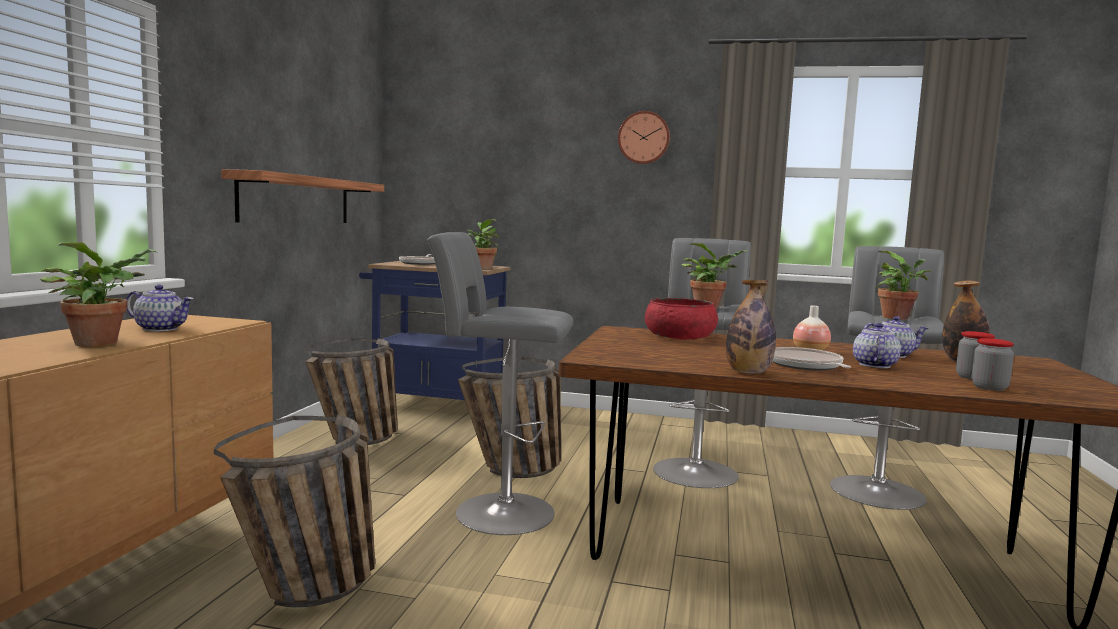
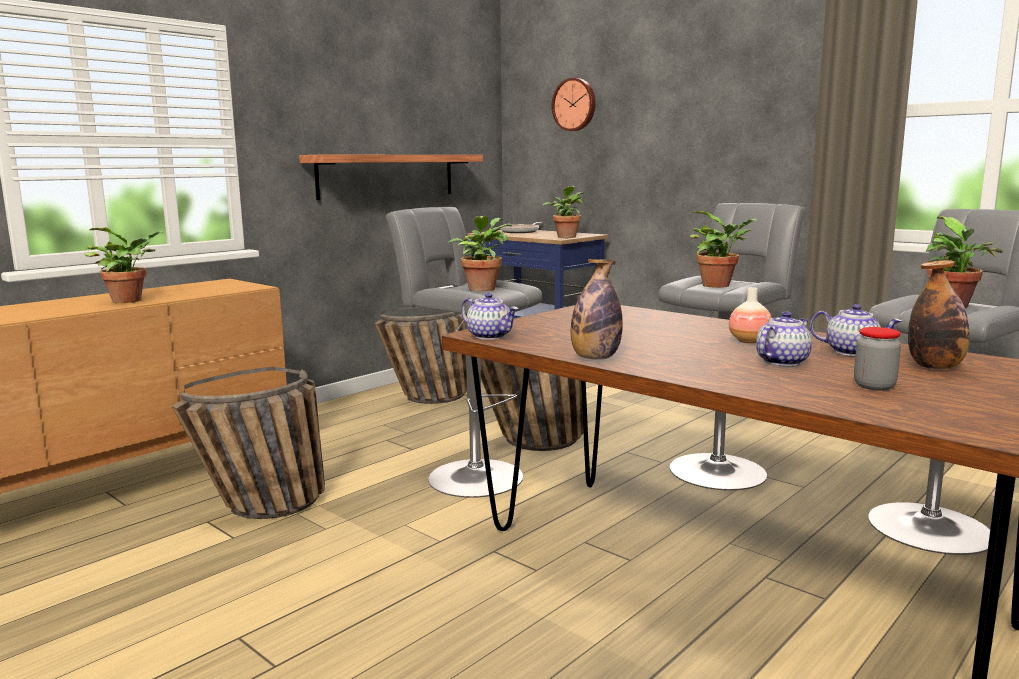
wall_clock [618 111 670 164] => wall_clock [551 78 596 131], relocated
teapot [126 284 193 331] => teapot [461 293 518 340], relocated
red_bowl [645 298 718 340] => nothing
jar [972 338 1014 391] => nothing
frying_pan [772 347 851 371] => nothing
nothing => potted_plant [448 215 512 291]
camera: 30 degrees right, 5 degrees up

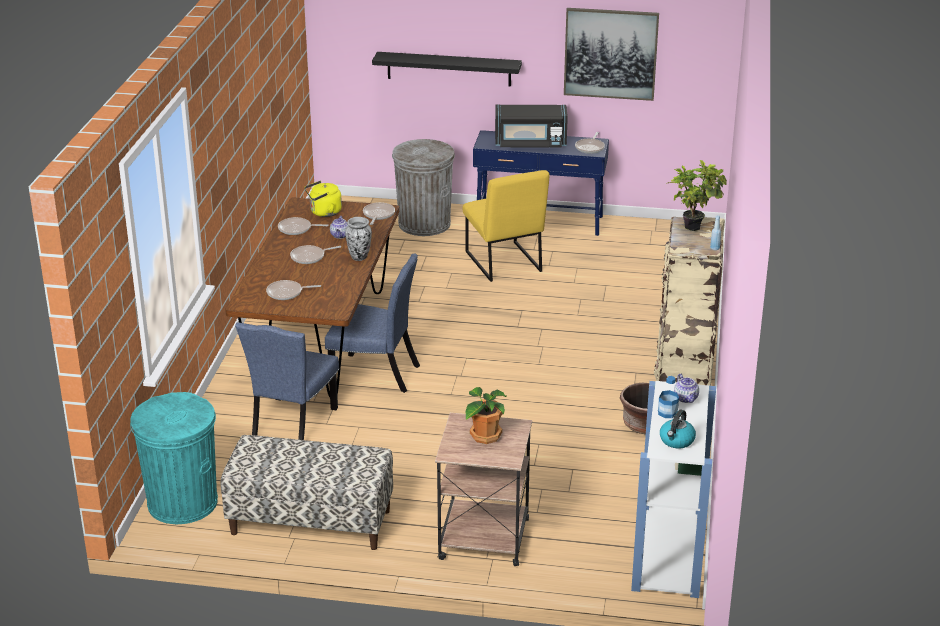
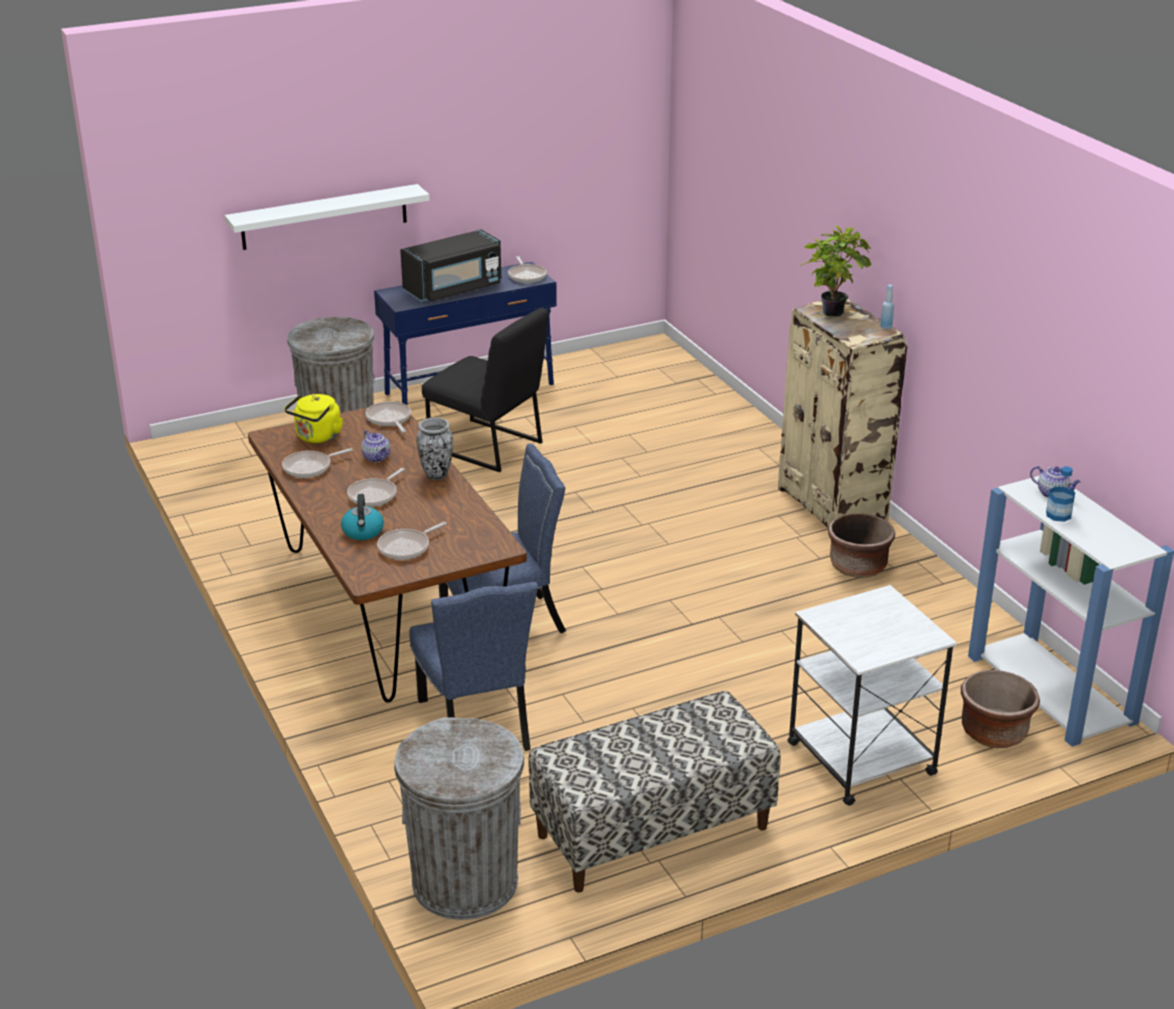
picture [564 8 659 101] => nothing
black_shelf [372 52 522 87] => white_shelf [225 184 430 250]
yellow_chair [463 170 550 282] => black_chair [422 308 548 472]
potted_plant [466 387 507 444] => nothing
turquoise_trash_can [130 392 218 524] => grey_trash_can [394 718 525 920]
kettle [660 409 696 449] => kettle [341 494 384 540], relocated
brown_cart [435 413 532 566] => white_cart [787 585 957 806]
nothing => brown_planter [961 670 1040 748]
camera: 35 degrees left, 0 degrees up

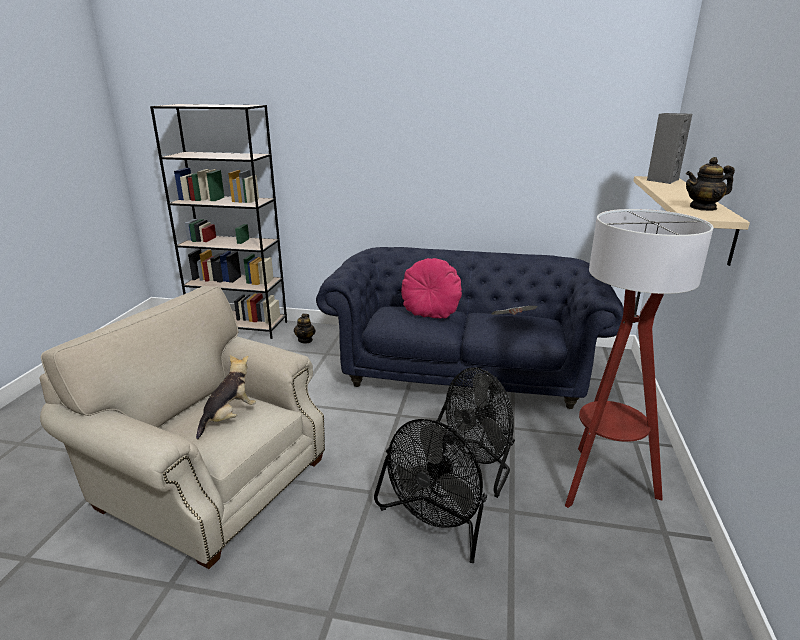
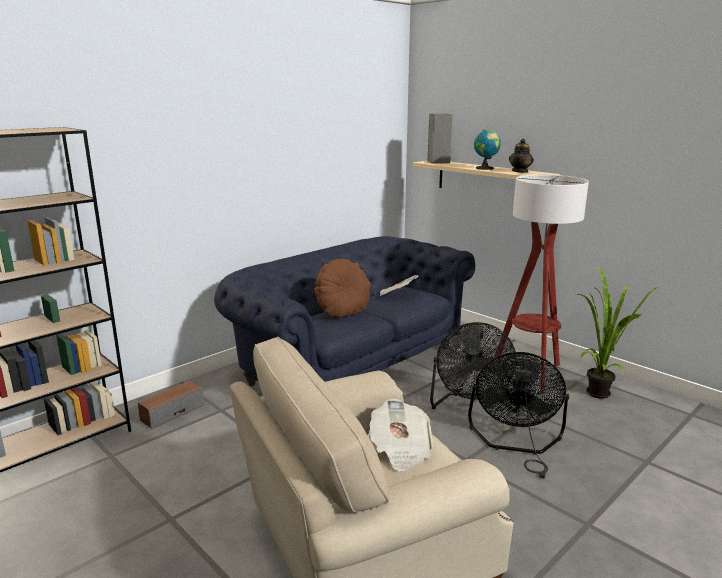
pink_pillow [401 258 462 319] => brown_pillow [315 259 371 318]
teapot [294 314 316 343] => speaker [138 381 204 429]
plush_toy [196 355 256 439] => newspaper [369 399 433 472]
black_fan [374 419 487 563] => black_fan [468 352 569 479], 150 degrees counterclockwise
nothing => globe [474 130 501 170]
nothing => potted_plant [578 264 658 399]
camera: 55 degrees left, 5 degrees down

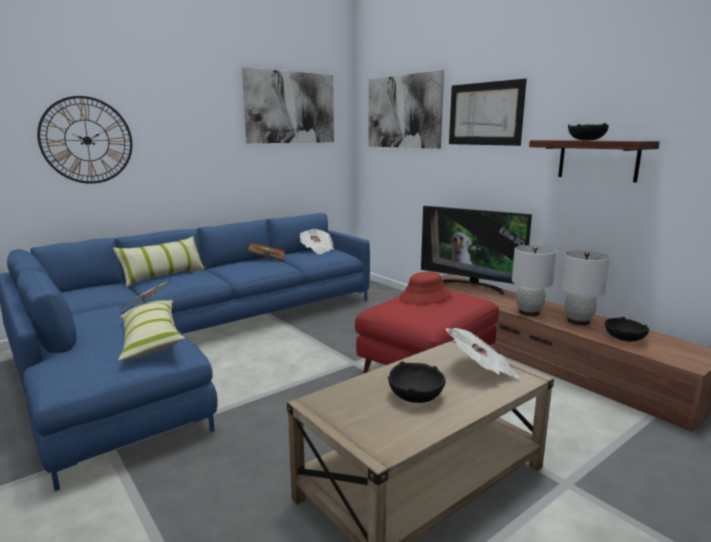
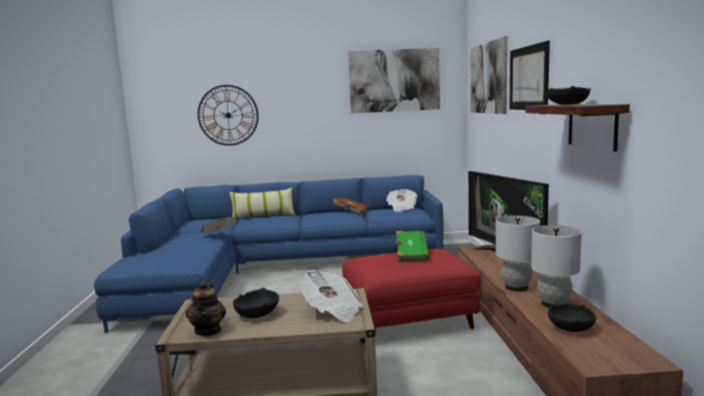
red_hat [400 272 451 304] => green_book [394 231 429 262]
pillow [118 300 185 361] => nothing
nothing => teapot [186 281 226 336]
camera: 35 degrees right, 5 degrees down

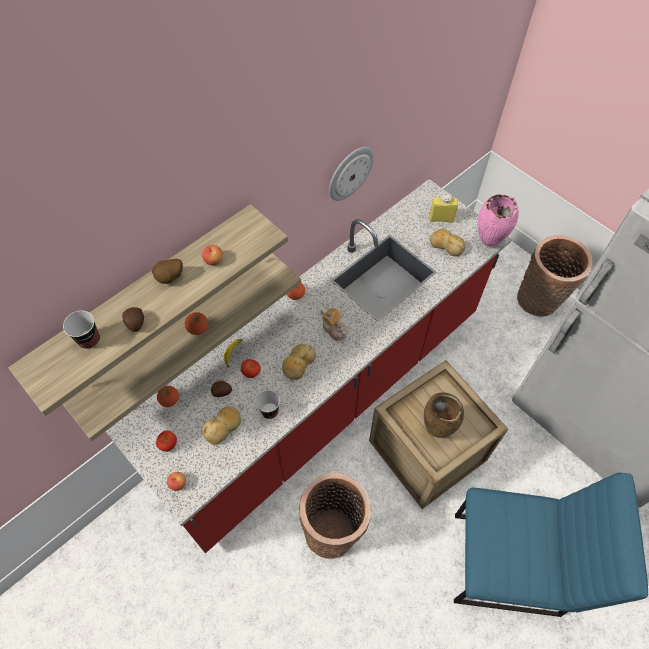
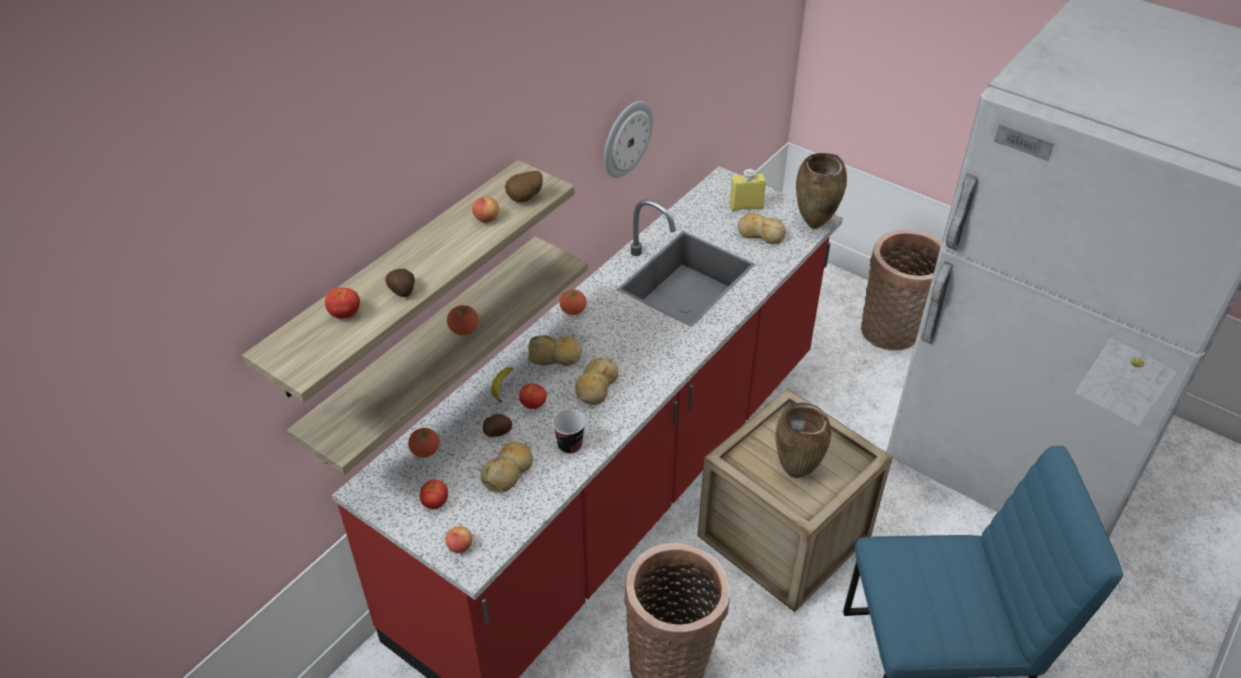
pink_vase [478 194 519 246] => brown_vase [796 153 847 229]
potato [152 259 183 284] => potato [505 171 543 202], relocated
teapot [321 308 348 341] => nothing
cup [63 311 100 349] => tomato [325 287 360 318]
nothing => bread [528 335 583 366]
camera: 10 degrees left, 15 degrees down

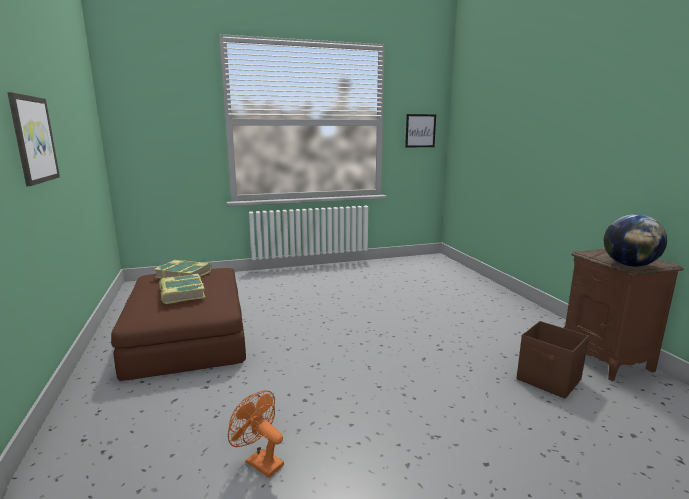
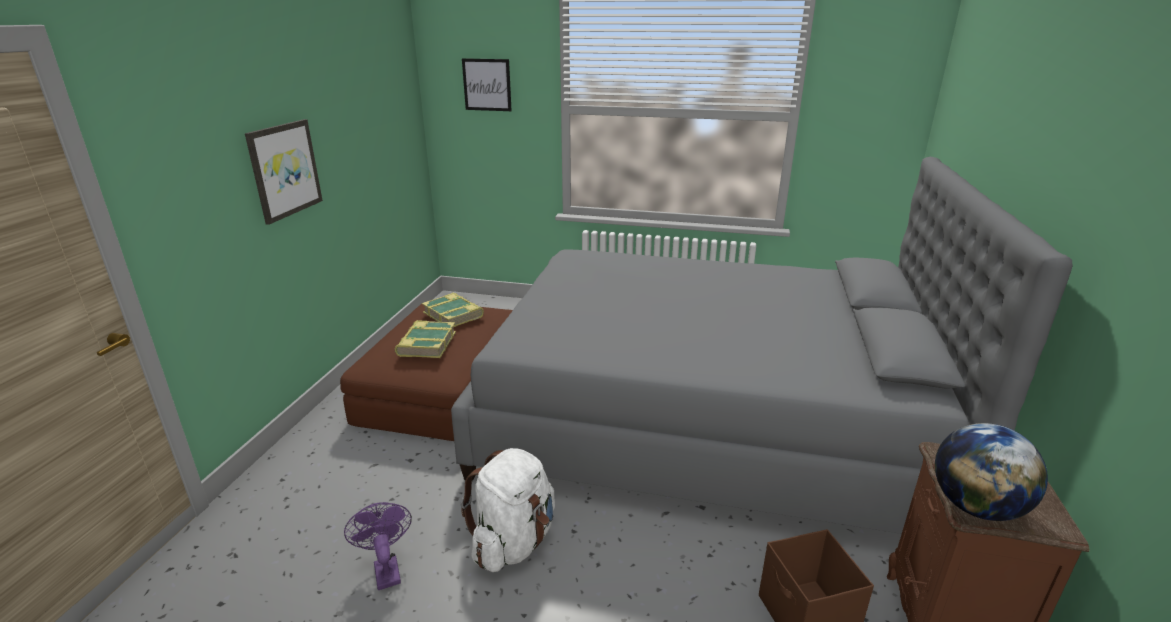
picture [405 114 436 147] => picture [462 58 512 111], relocated
orange_fan [228 390 284 478] => purple_fan [344 502 412 590]
nothing => grey_bed [451 157 1073 534]
nothing => white_backpack [461 448 555 572]
camera: 30 degrees right, 10 degrees up

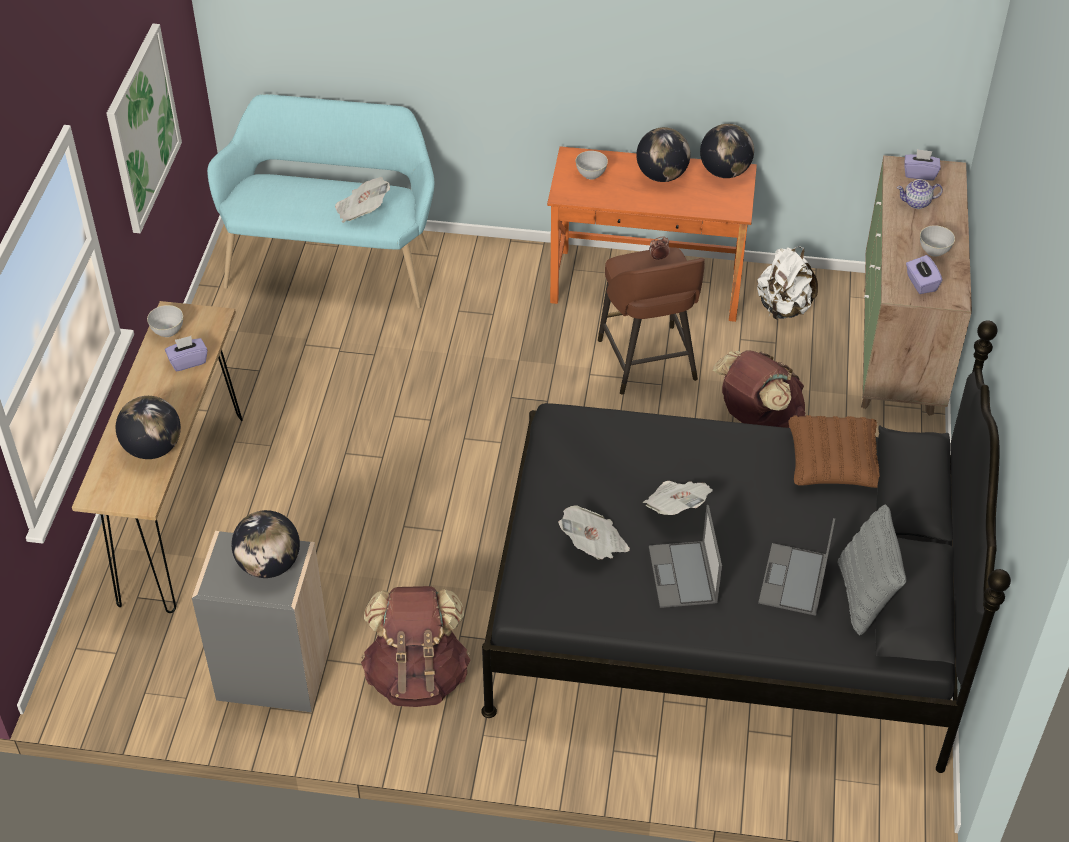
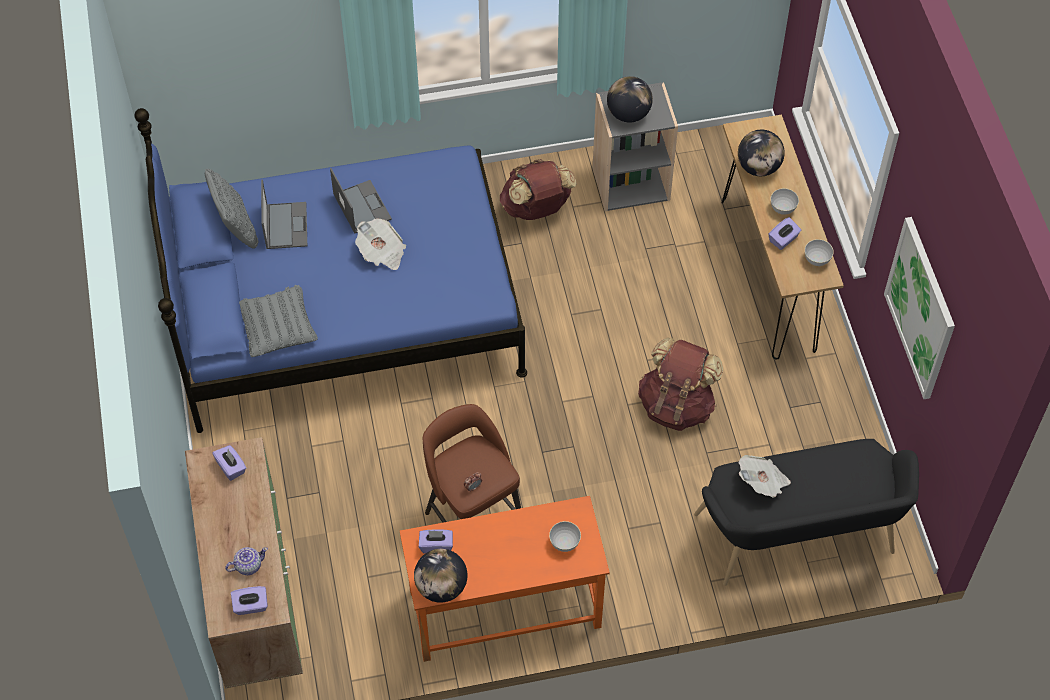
turquoise_bench [207 94 434 308] => black_bench [694 439 919 586]
globe [636 127 691 182] => nothing
grey_bowl [920 225 955 257] => grey_bowl [770 188 799 215], relocated
white_backpack [757 246 818 320] => nothing
black_bed [481 320 1011 773] => blue_bed [134 108 527 433]
brown_backpack [713 350 806 428] => brown_backpack [638 338 723 431], relocated
brown_pillow [788 415 880 488] => grey_pillow [239 285 318 357]
newspaper [558 505 630 560] => nothing
nothing => purple_tissue_box [419 529 453 553]
camera: 160 degrees right, 10 degrees up

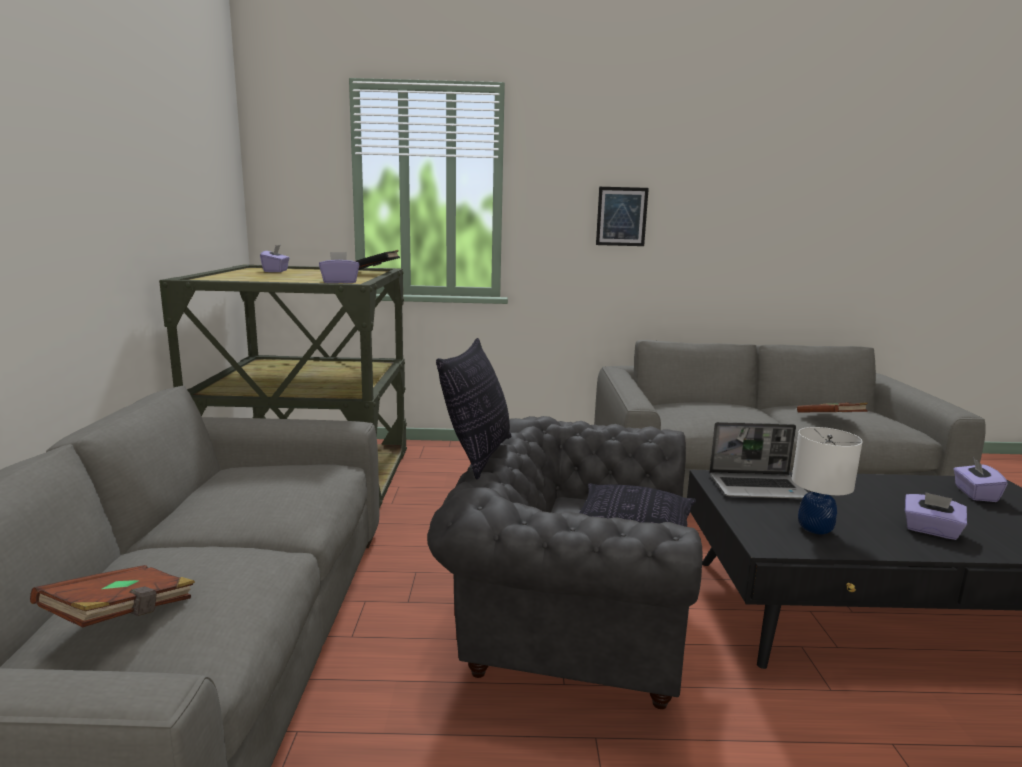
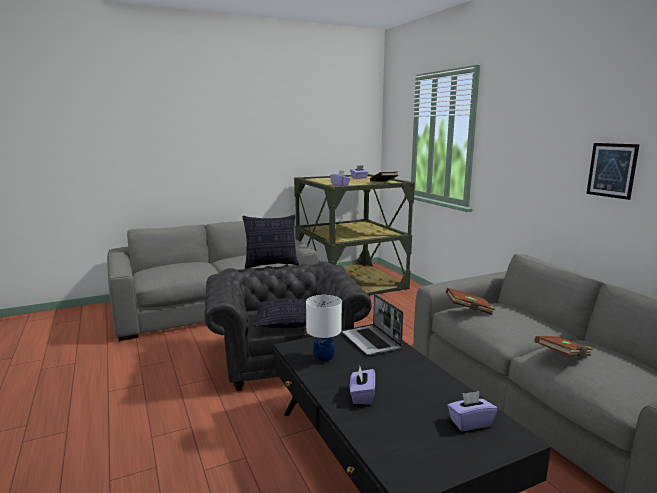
picture [596 187 649 246] => picture [587 143 640 200], relocated
brown_book [30 565 195 628] => brown_book [446 288 495 315], relocated
camera: 65 degrees right, 0 degrees up

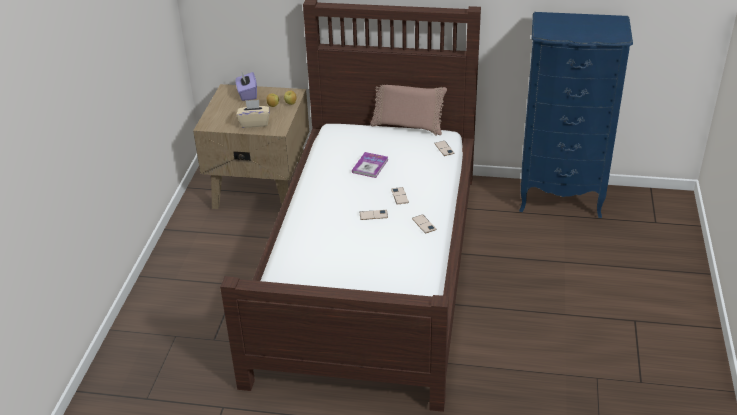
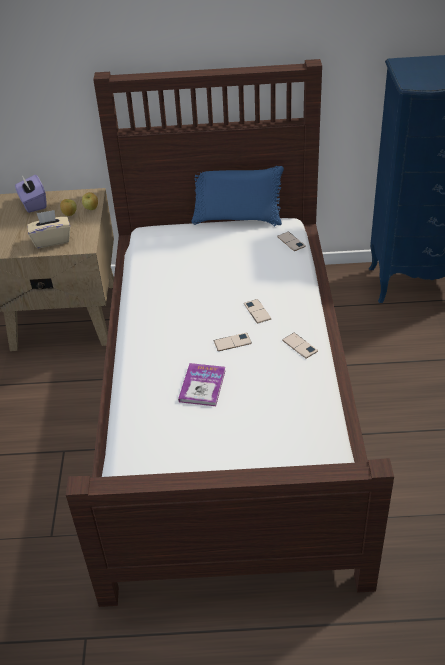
beige_pillow [370 85 447 135] => blue_pillow [191 166 284 226]
book [352 152 388 178] => book [178 363 226 406], relocated
camera: 10 degrees left, 5 degrees up

